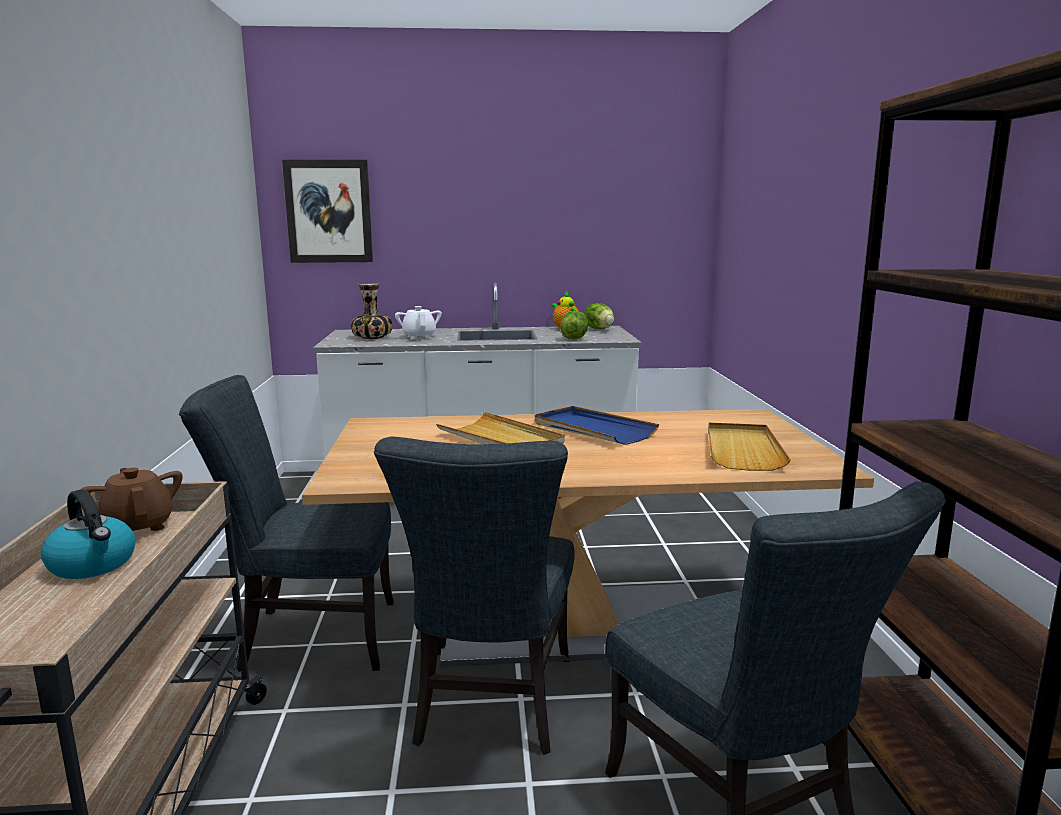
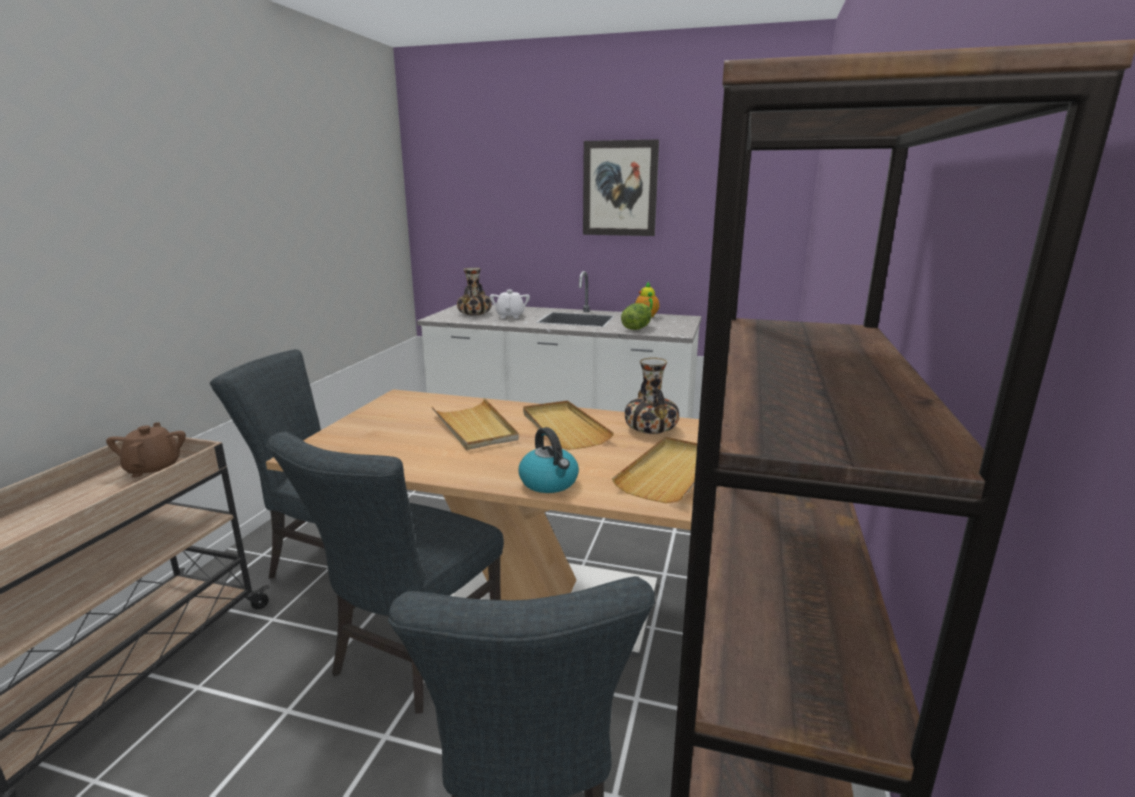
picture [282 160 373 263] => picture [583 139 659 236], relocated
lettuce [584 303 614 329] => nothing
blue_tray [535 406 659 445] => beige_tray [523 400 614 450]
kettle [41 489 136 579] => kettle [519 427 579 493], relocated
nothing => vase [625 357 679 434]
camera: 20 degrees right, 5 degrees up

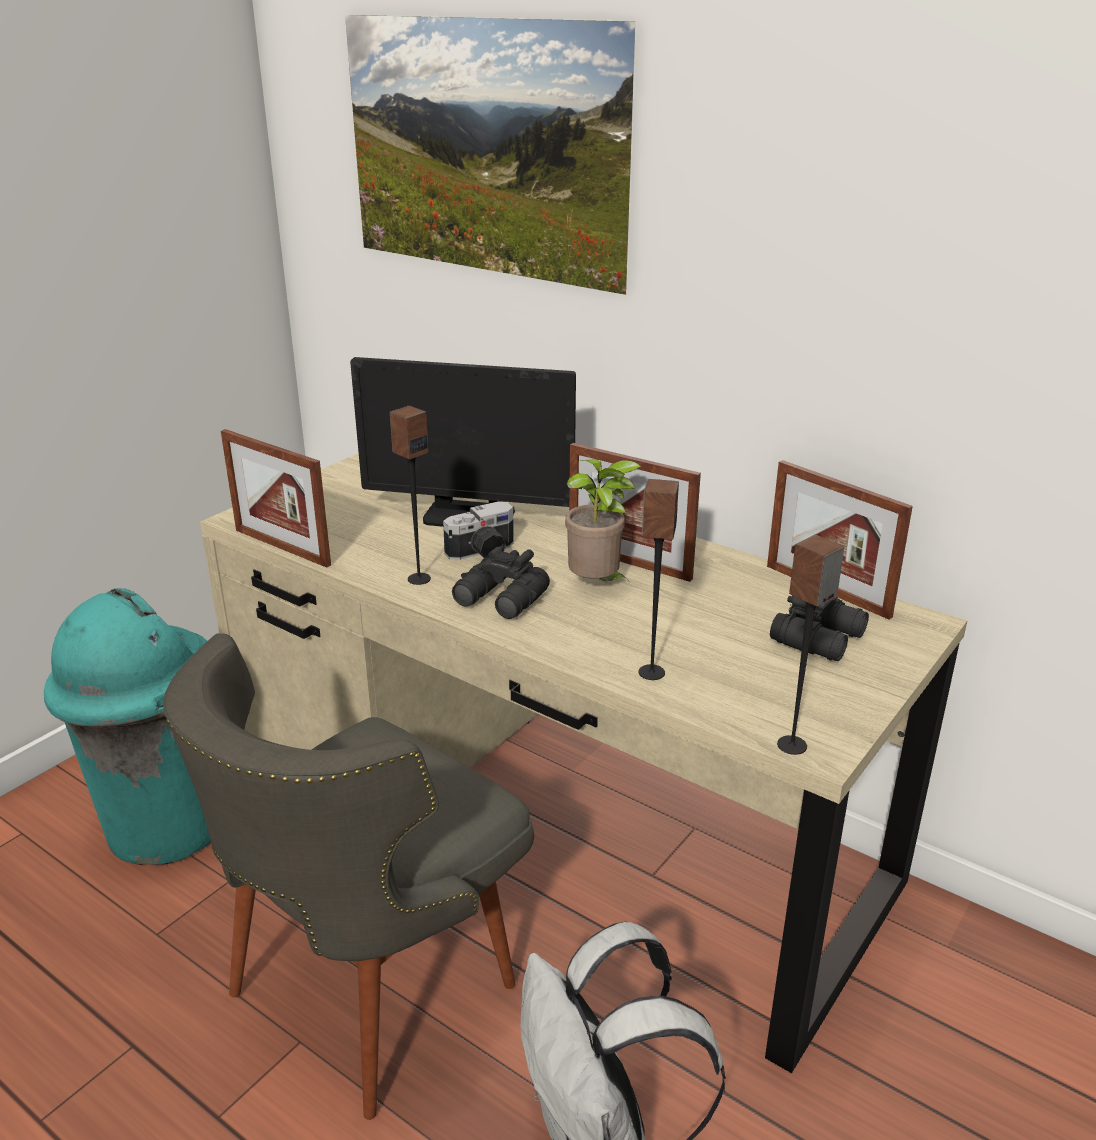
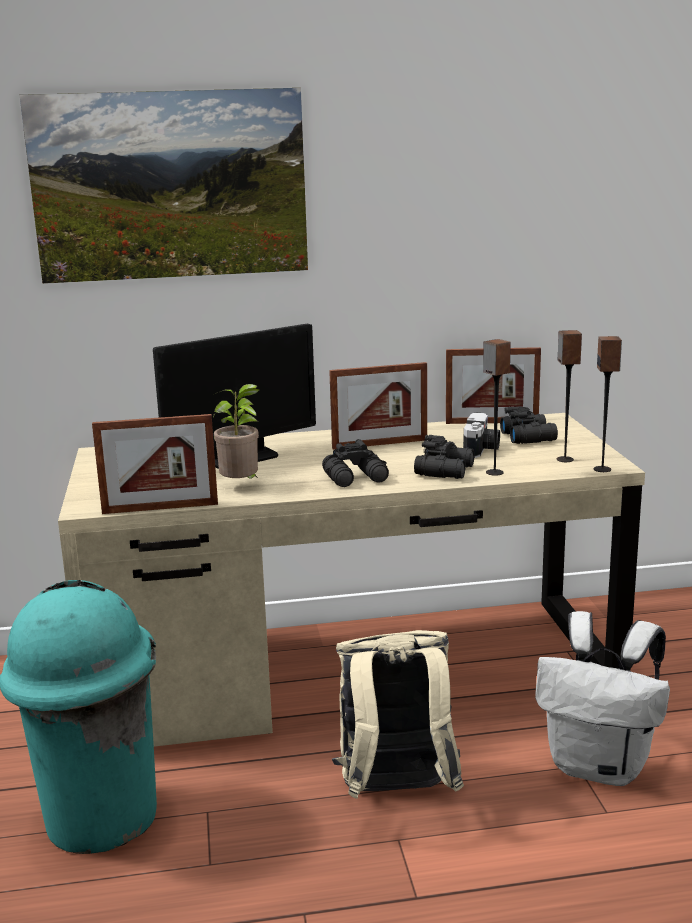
speaker [390 406 431 585] => speaker [557 330 582 462], relocated
potted_plant [565 459 641 581] => potted_plant [213 384 260 479], relocated
photo_camera [443 501 514 560] => photo_camera [463 413 500 458], relocated
grey_chair [163 633 534 1120] => beige_backpack [332 630 464 799]
nothing => black_binoculars [414 435 475 479]
camera: 45 degrees left, 10 degrees down

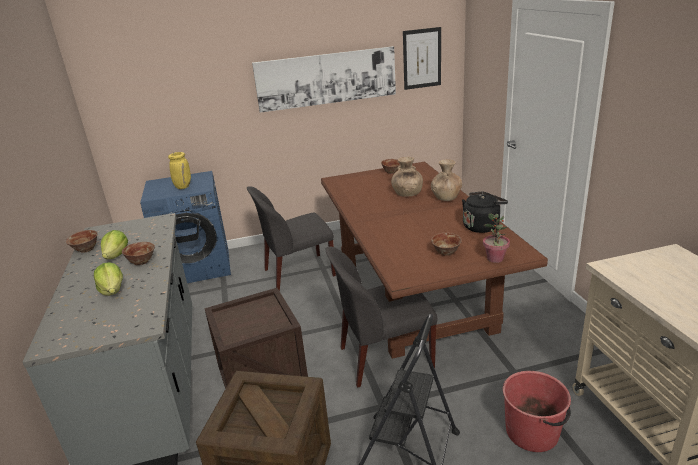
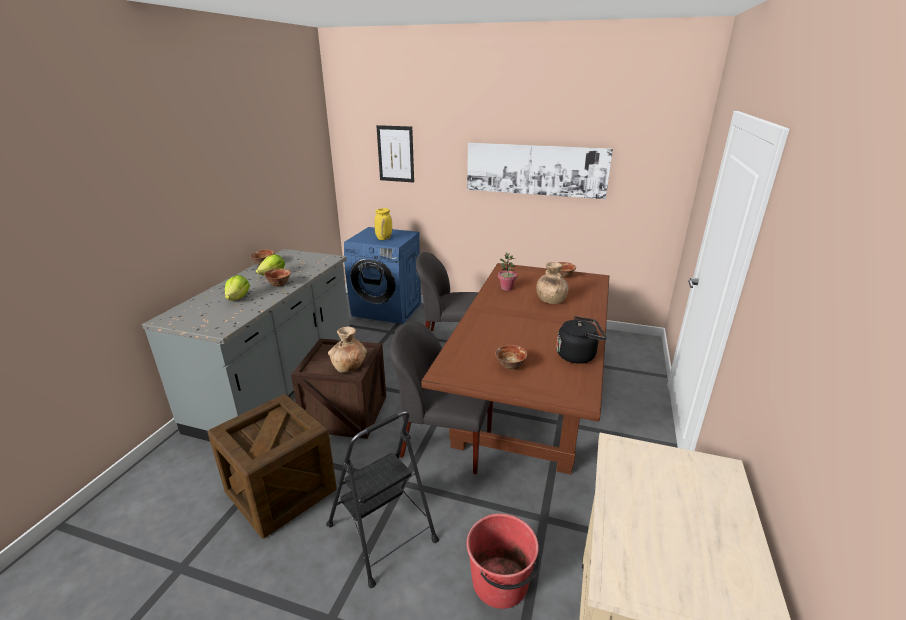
picture [403 27 441 90] => picture [376 125 414 183], relocated
brown_vase [431 159 462 201] => brown_vase [328 327 367 373], relocated
potted_plant [483 213 510 263] => potted_plant [498 252 517 291], relocated
camera: 30 degrees right, 0 degrees up

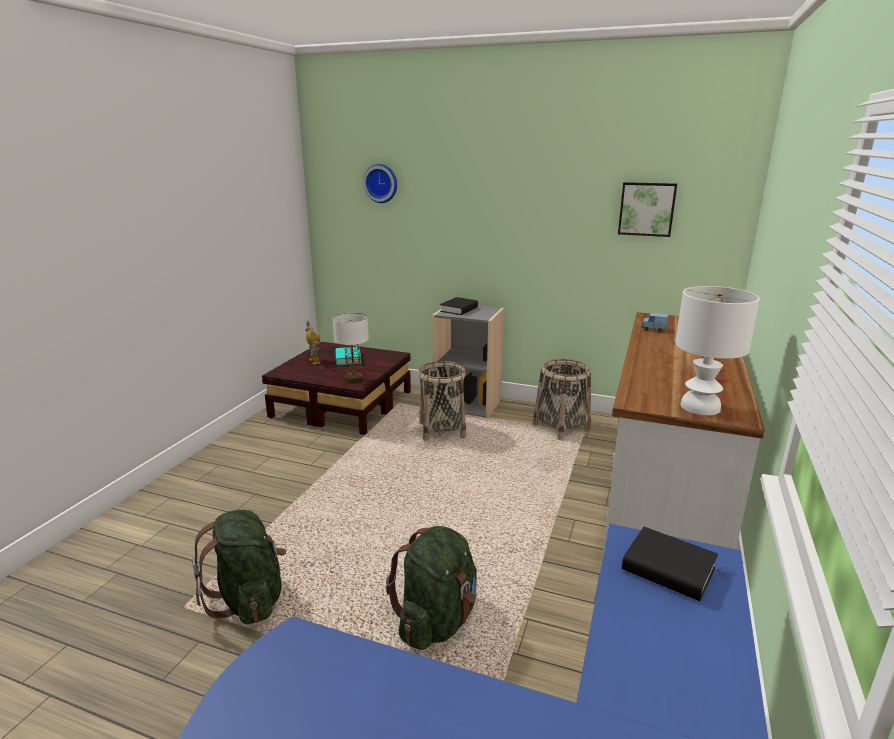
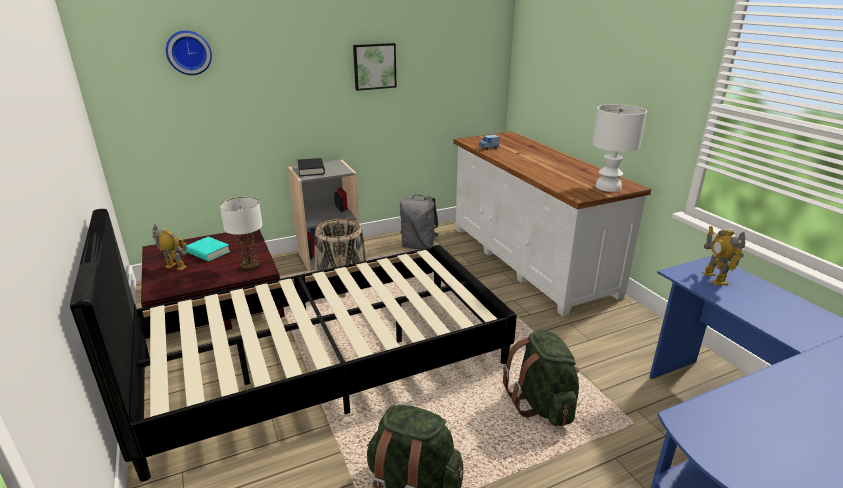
picture [618 182 677 237] => picture [353 43 397 91], relocated
basket [533 359 591 440] => grey_backpack [400 195 439 249]
black_book [622 527 718 601] => toy_robot [702 226 745 286]
nothing => black_bed [70 209 517 482]
camera: 45 degrees left, 5 degrees up

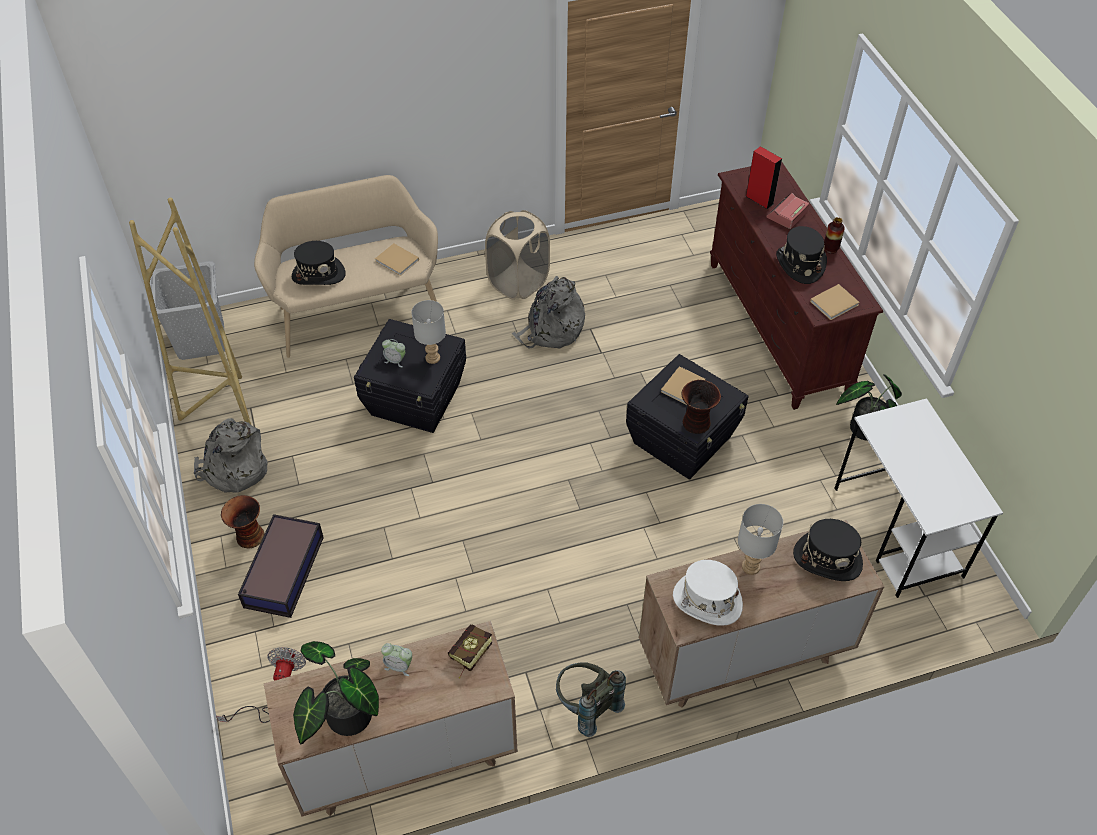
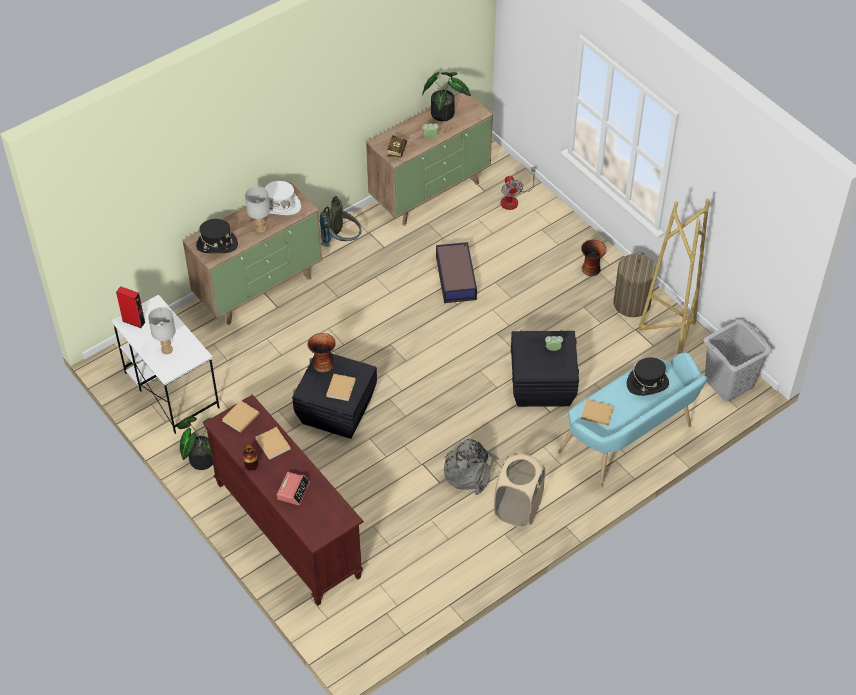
red_speaker [745 146 782 209] => red_speaker [116 286 146 328], relocated
beige_bench [254 175 438 358] => turquoise_bench [558 352 708 488]
black_hat [776 226 827 284] => beige_book [255 427 291 460]
grey_table_lamp [411 300 446 364] => grey_table_lamp [148 307 176 354], relocated
grey_backpack [194 418 268 493] => laundry_basket [614 252 656 317]
storage_box [238 514 324 618] => storage_box [436 242 477 303], relocated
camera: 160 degrees right, 0 degrees up

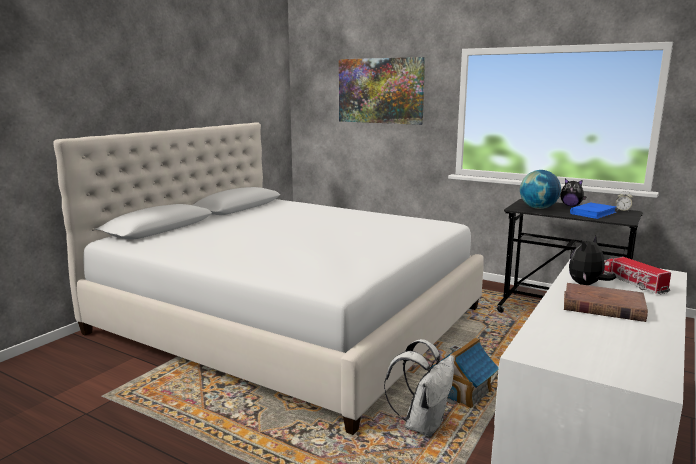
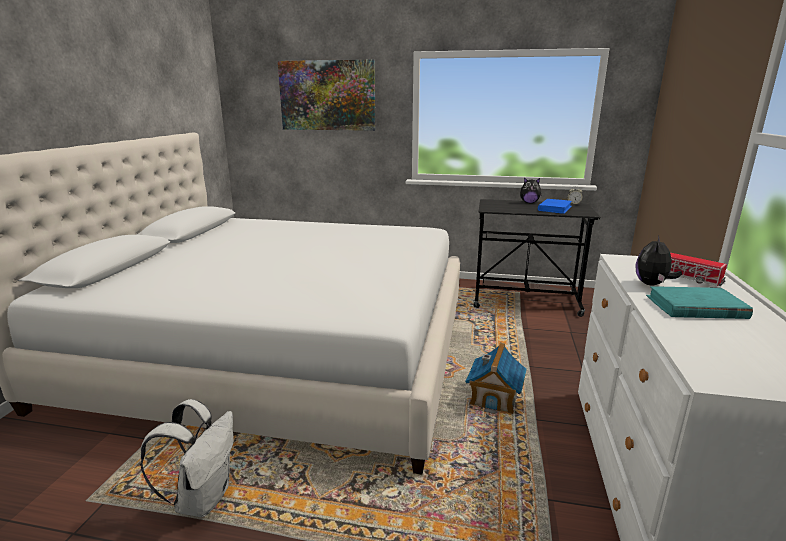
globe [520 170 561 209] => nothing
brown_book [564 283 648 322] => turquoise_book [646 286 753 319]
white_backpack [384 339 454 437] => white_backpack [140 399 233 517], relocated
camera: 20 degrees left, 5 degrees up

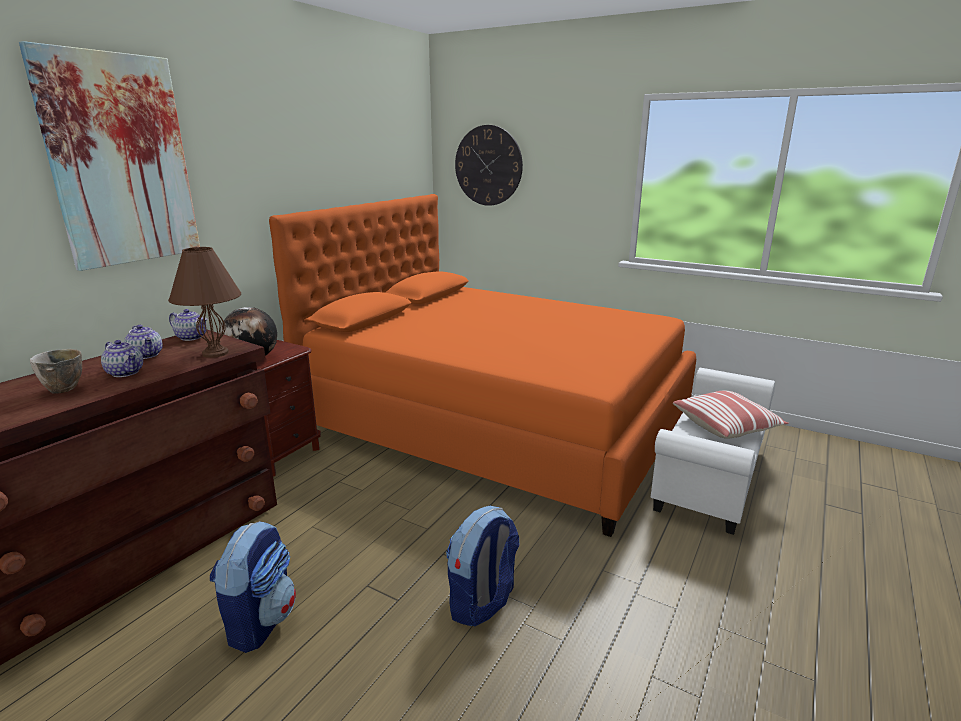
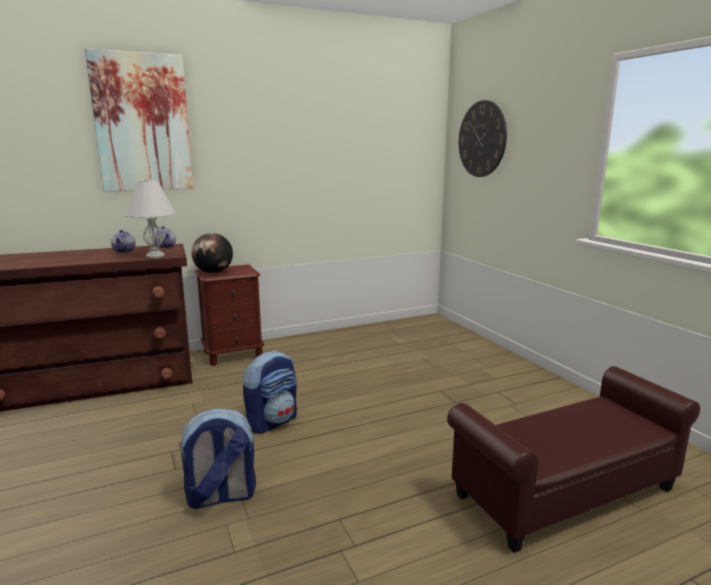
orange_bed [269 194 696 537] => nothing
brown_table_lamp [168 247 241 358] => white_table_lamp [125 178 176 258]
teapot [101 340 143 377] => nothing
bowl [30 349 82 394] => nothing
white_ottoman [651 368 775 535] => brown_ottoman [447 366 700 553]
pillow [673 391 789 439] => nothing
backpack [210 521 296 653] => backpack [243 351 297 433], relocated
camera: 35 degrees right, 5 degrees down

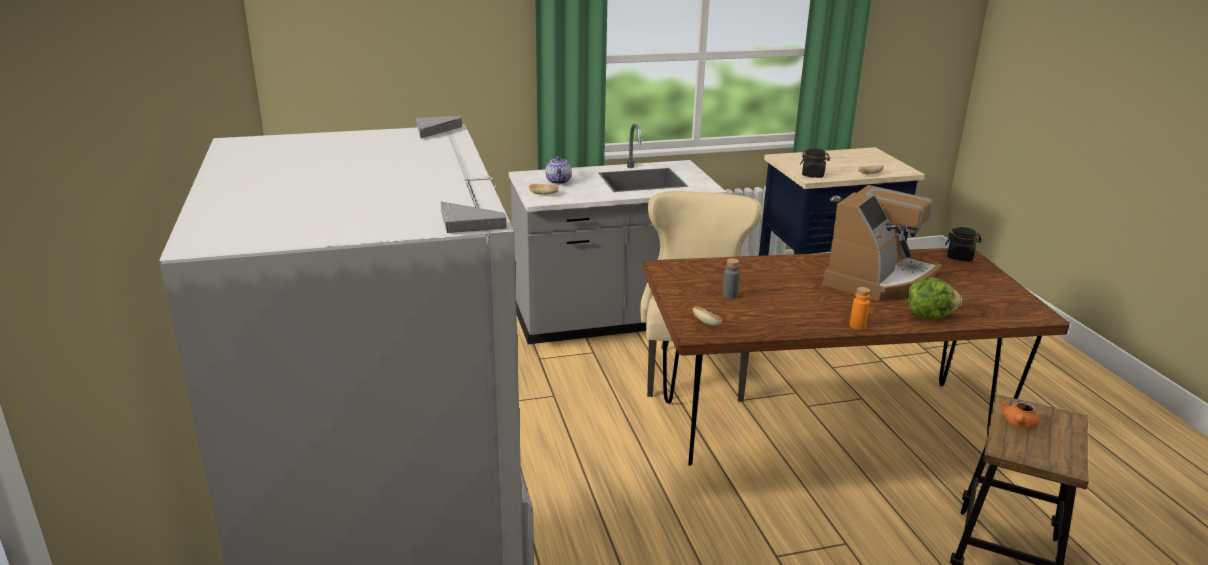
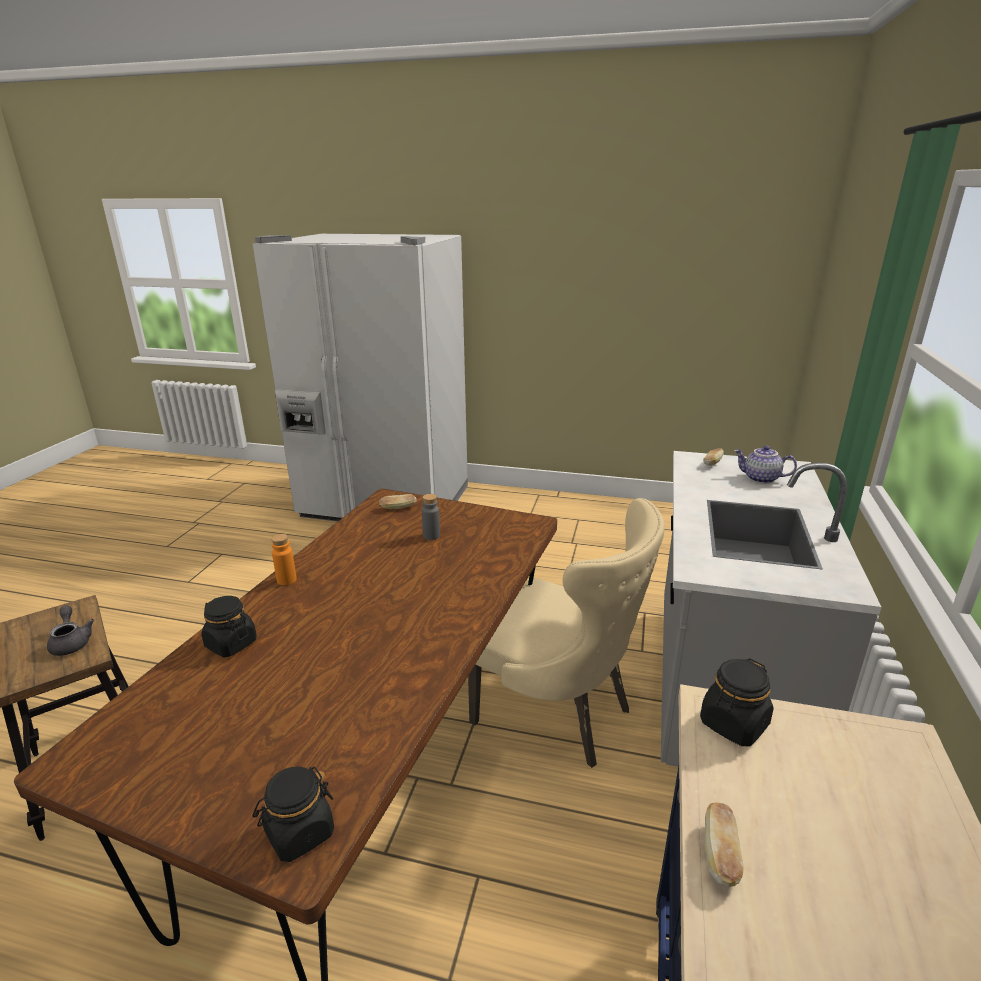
coffee_machine [823 185 942 301] => nothing
lettuce [907 278 962 319] => black_jar [201 596 257 657]
orange_teapot [999 400 1039 429] => grey_teapot [47 606 94 656]
camera: 120 degrees right, 0 degrees up

